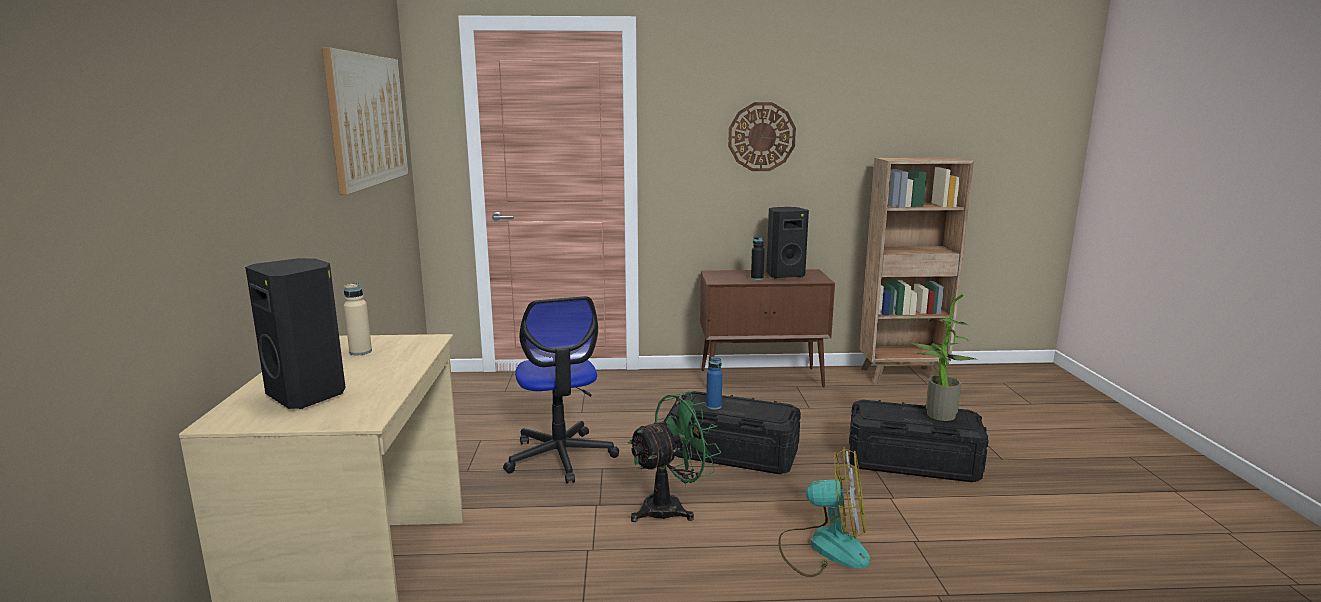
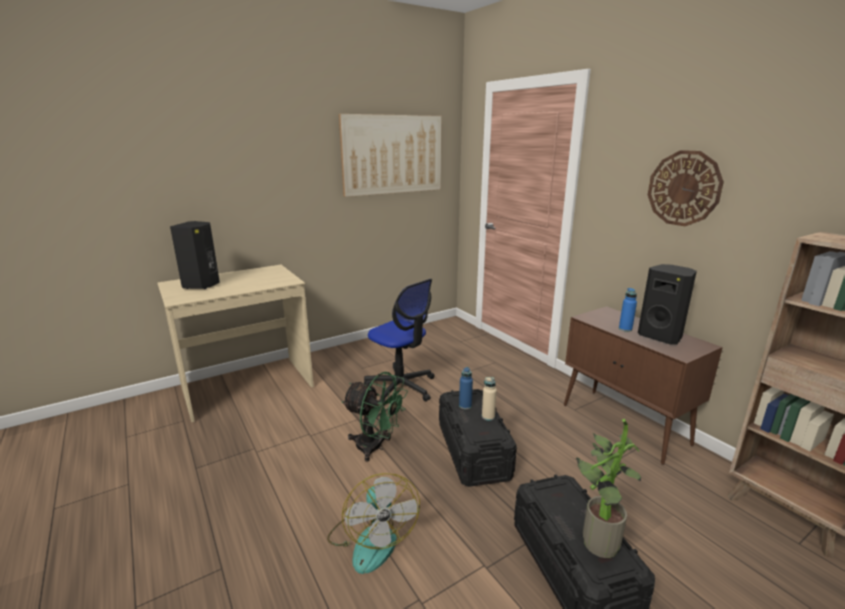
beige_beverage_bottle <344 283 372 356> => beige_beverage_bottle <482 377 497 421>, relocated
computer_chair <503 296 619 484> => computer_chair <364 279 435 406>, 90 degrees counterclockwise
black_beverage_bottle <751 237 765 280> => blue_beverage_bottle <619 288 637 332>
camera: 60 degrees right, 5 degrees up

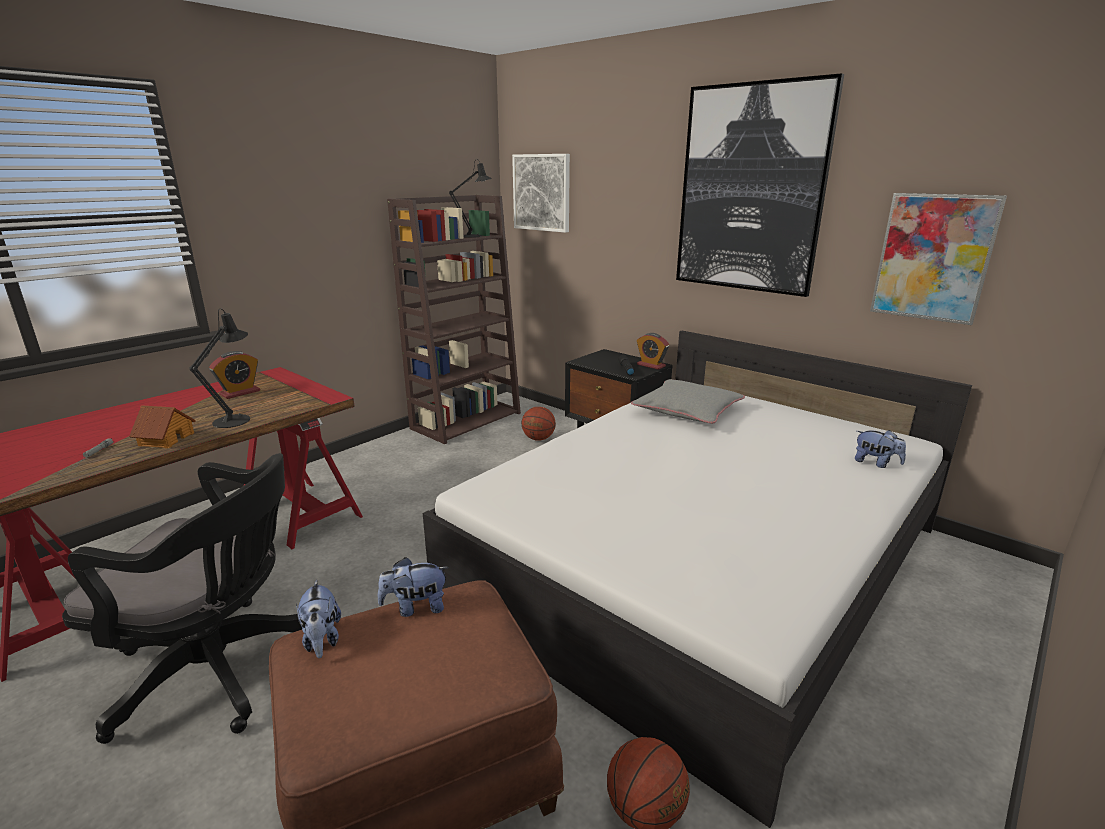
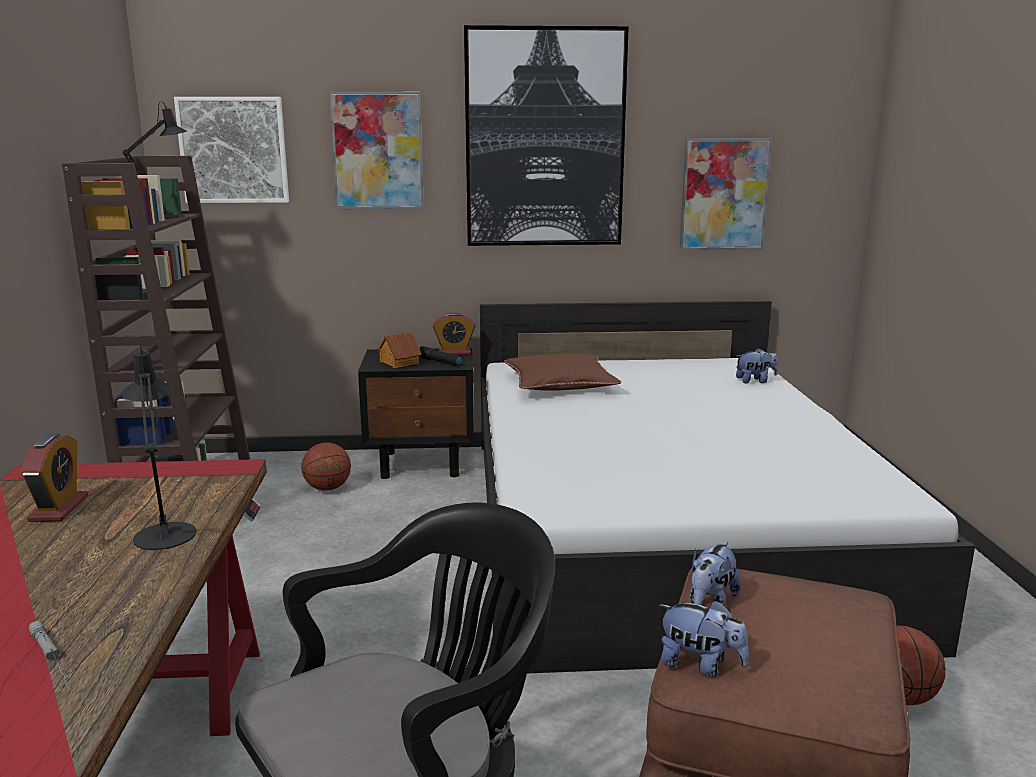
miniature_house <129 405 196 448> => miniature_house <377 332 422 368>, relocated
gray_pillow <631 379 745 423> => brown_pillow <504 354 621 391>
nothing => wall_picture <329 91 424 209>
camera: 45 degrees left, 5 degrees down

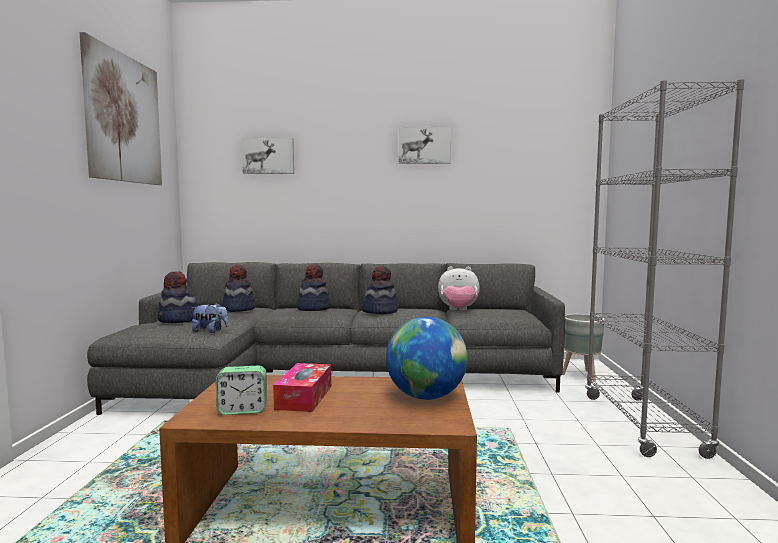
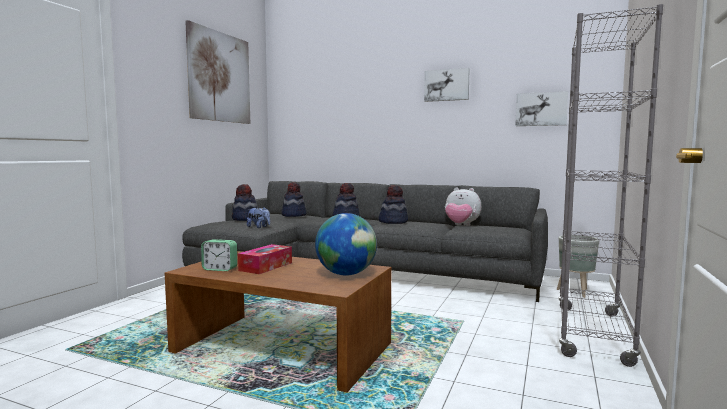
wall_picture <242 138 294 174> => wall_picture <515 91 568 126>, relocated
camera: 20 degrees right, 0 degrees up

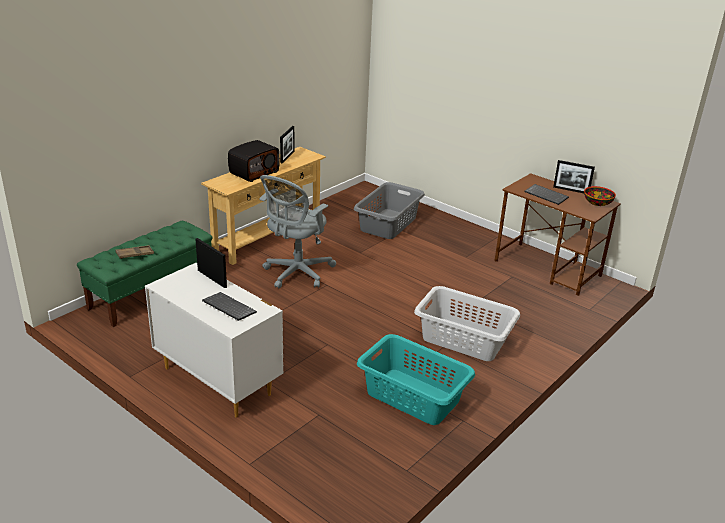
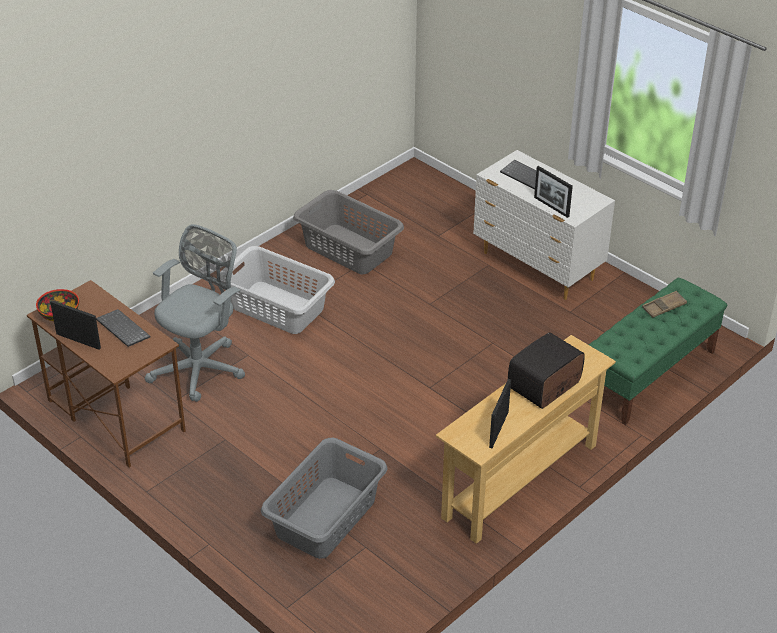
gray_computer_chair <259 175 336 289> => gray_computer_chair <145 224 245 402>, relocated
turquoise_washing_basket <357 334 475 425> => gray_washing_basket <293 190 404 274>
camera: 175 degrees left, 10 degrees up

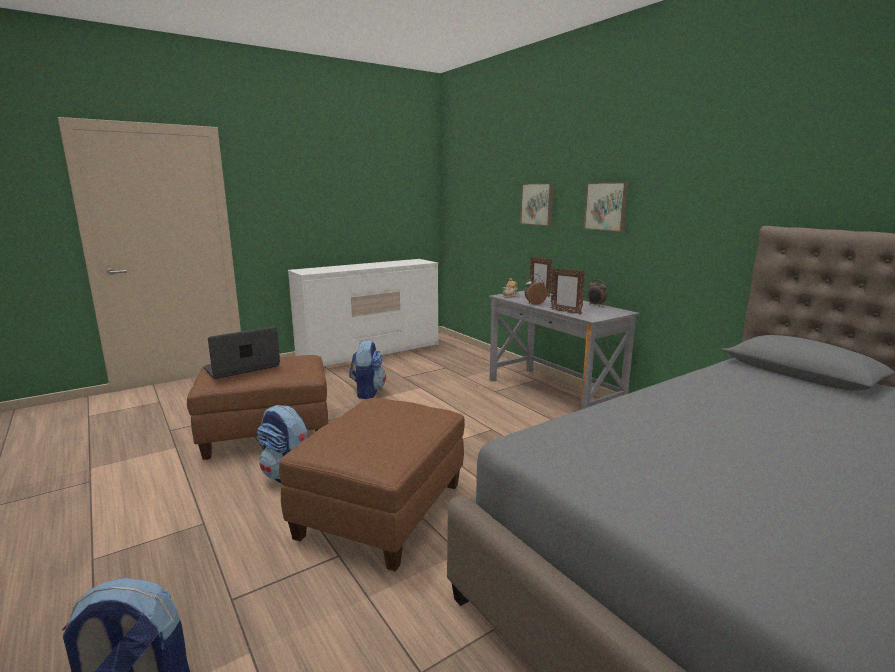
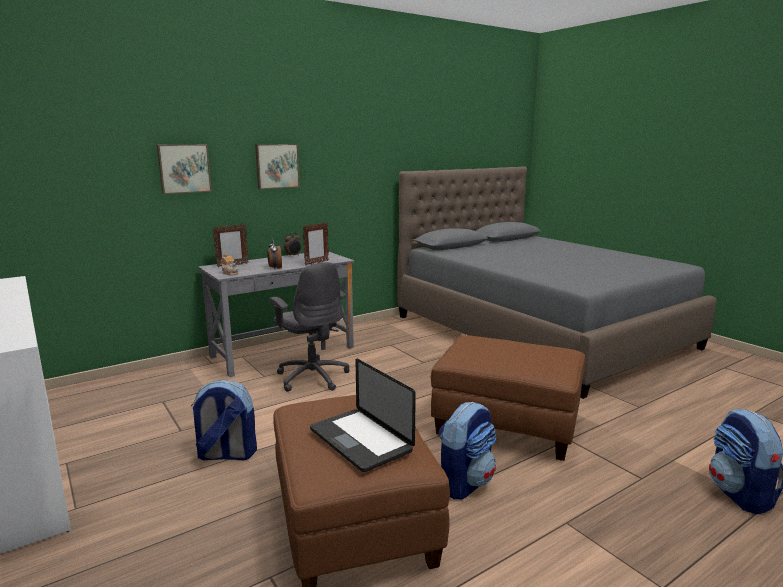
nothing => gray_computer_chair <269 262 350 392>
camera: 90 degrees left, 0 degrees up

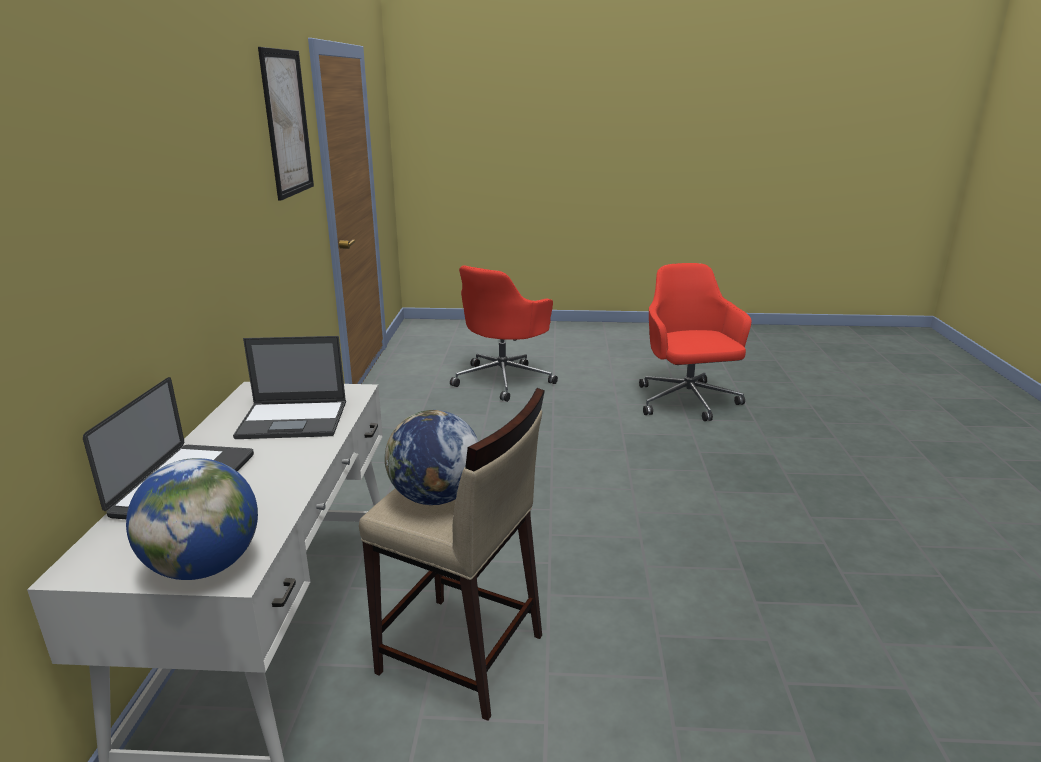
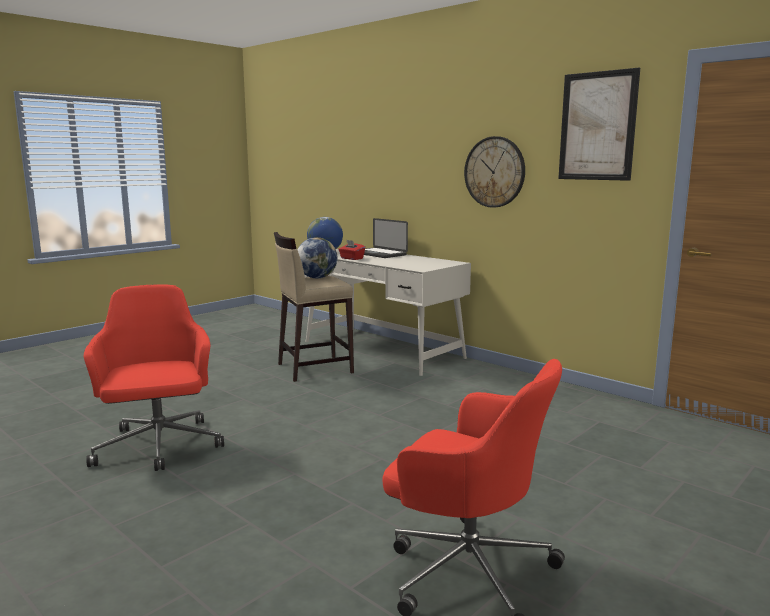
notebook_computer <233 336 346 439> => nothing
red_computer_chair <450 265 558 402> => red_computer_chair <84 284 224 471>, relocated
nothing => red_tissue_holder <338 240 365 260>
nothing => wall_clock <464 136 525 208>
camera: 130 degrees right, 10 degrees down

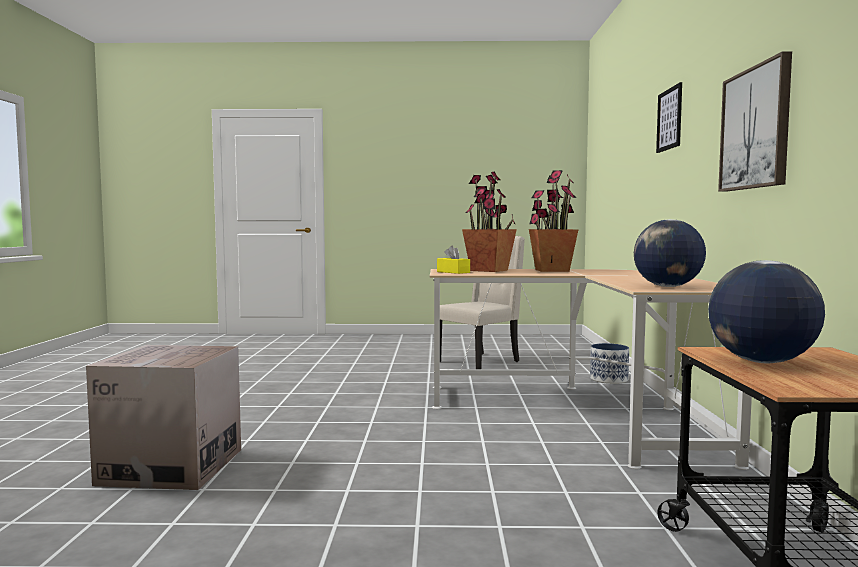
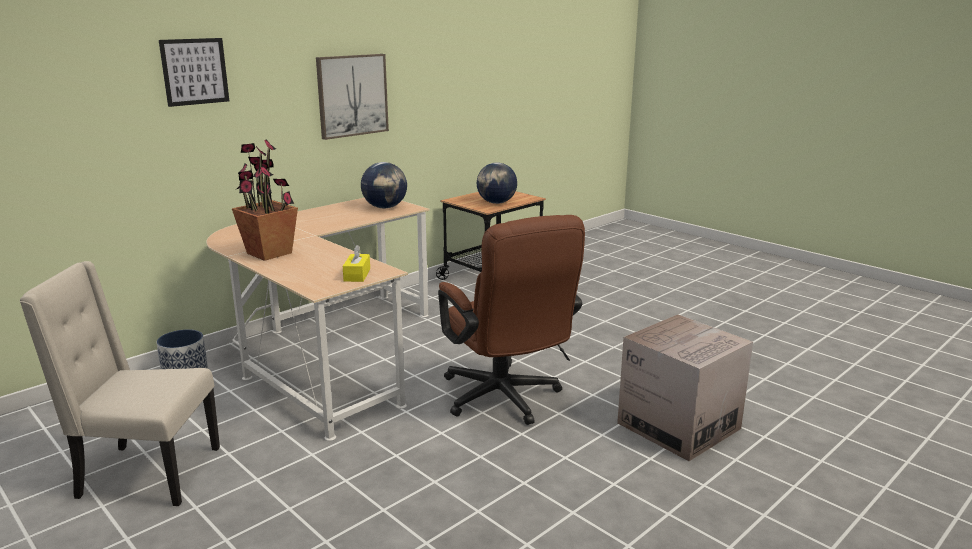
plant_in_a_pot <462 171 517 272> => nothing
nothing => brown_computer_chair <438 215 585 425>
camera: 135 degrees left, 15 degrees up

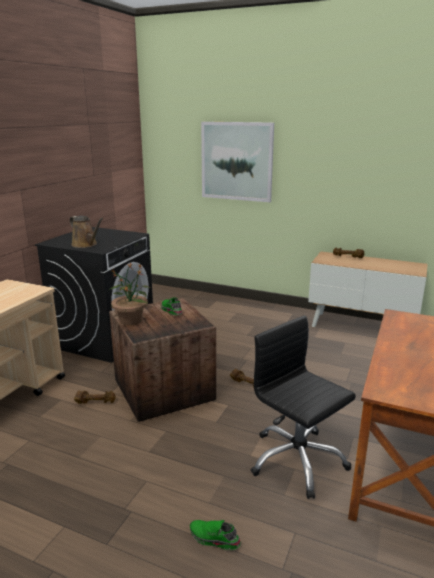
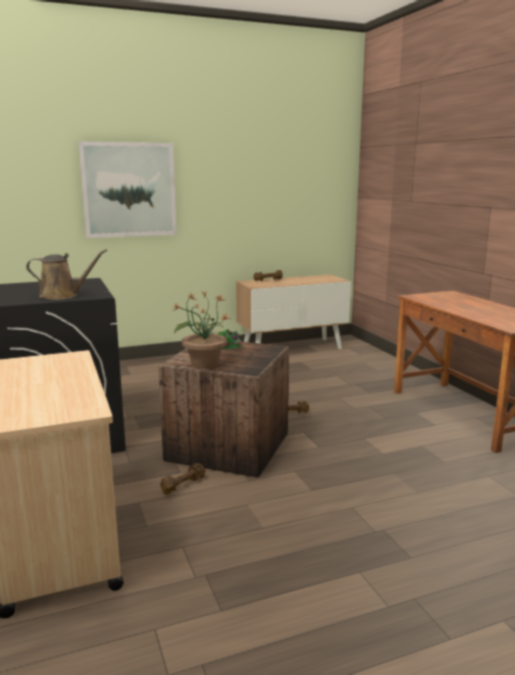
greenish_item_of_footwear <190 520 241 550> => nothing
black_computer_chair <251 315 356 499> => nothing
camera: 45 degrees left, 5 degrees down

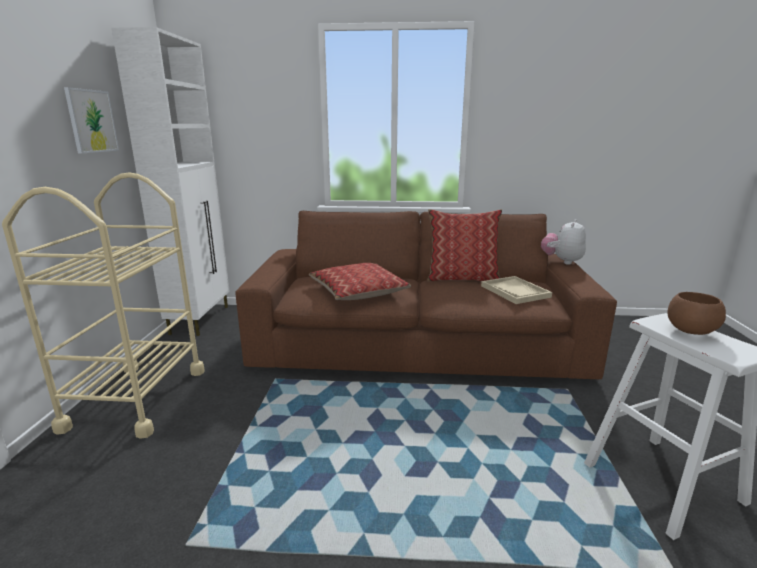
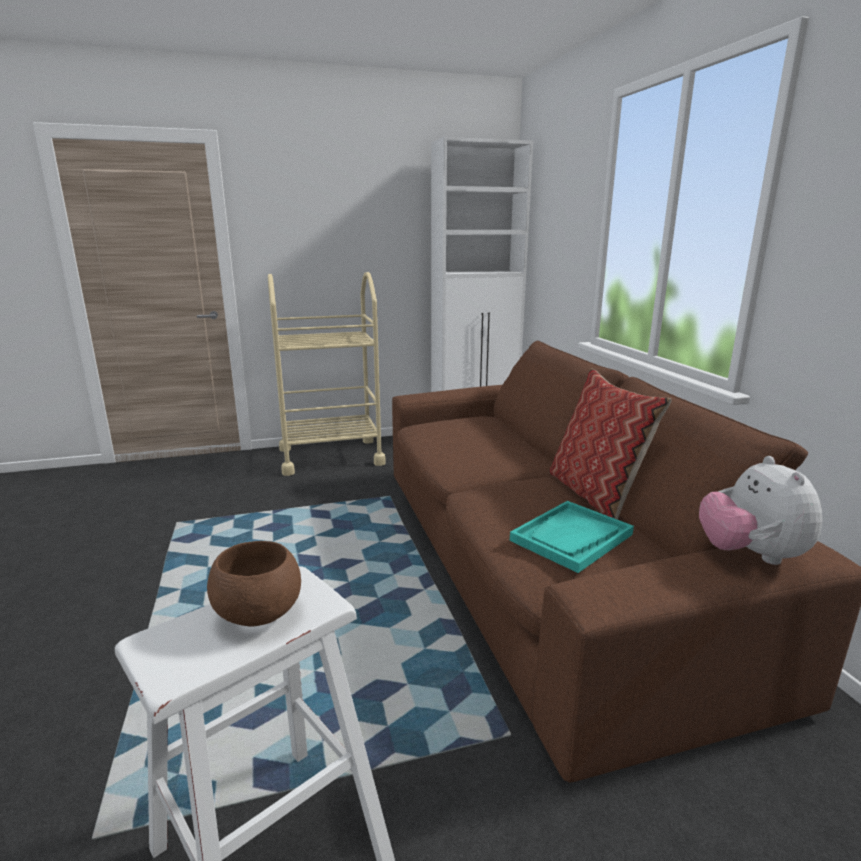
wall_picture <64 87 119 154> => nothing
pillow <309 263 411 300> => nothing
beige_serving_tray <481 276 552 304> => turquoise_serving_tray <510 501 634 573>
soft_toy <541 219 586 265> => soft_toy <699 456 822 565>, 105 degrees counterclockwise
camera: 70 degrees right, 0 degrees up

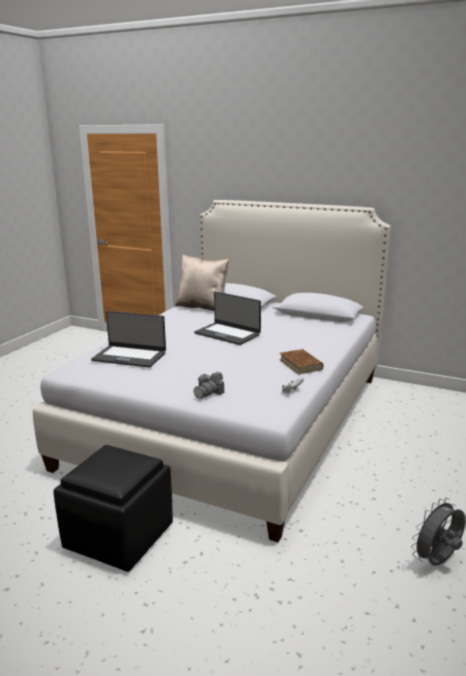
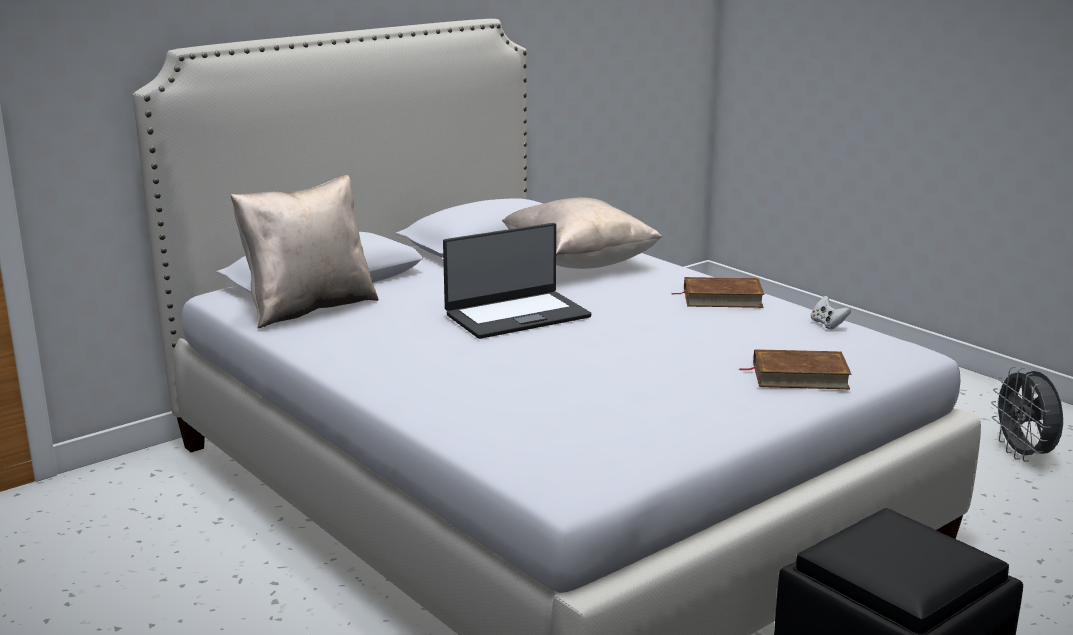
notebook_computer <91 311 166 368> => nothing
still_camera <194 372 224 399> => brown_bound_book <739 349 852 389>
nothing => beige_pillow <502 197 662 269>
camera: 65 degrees left, 0 degrees up

